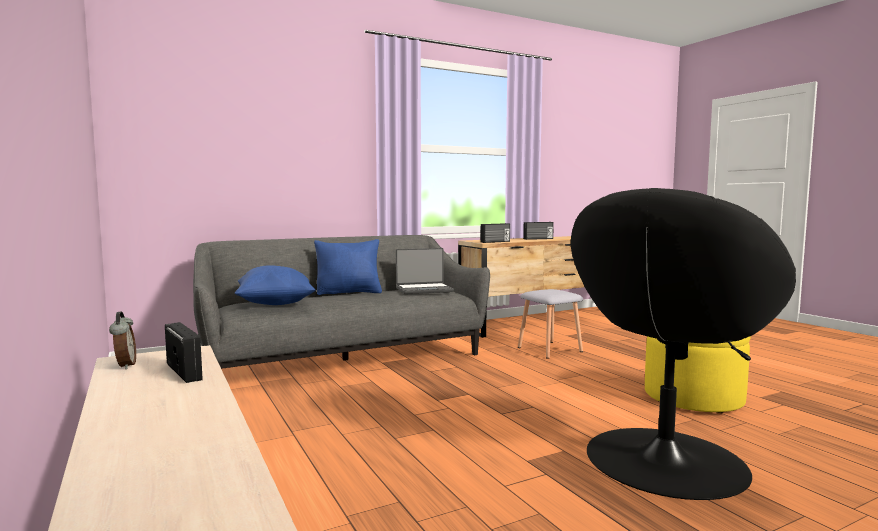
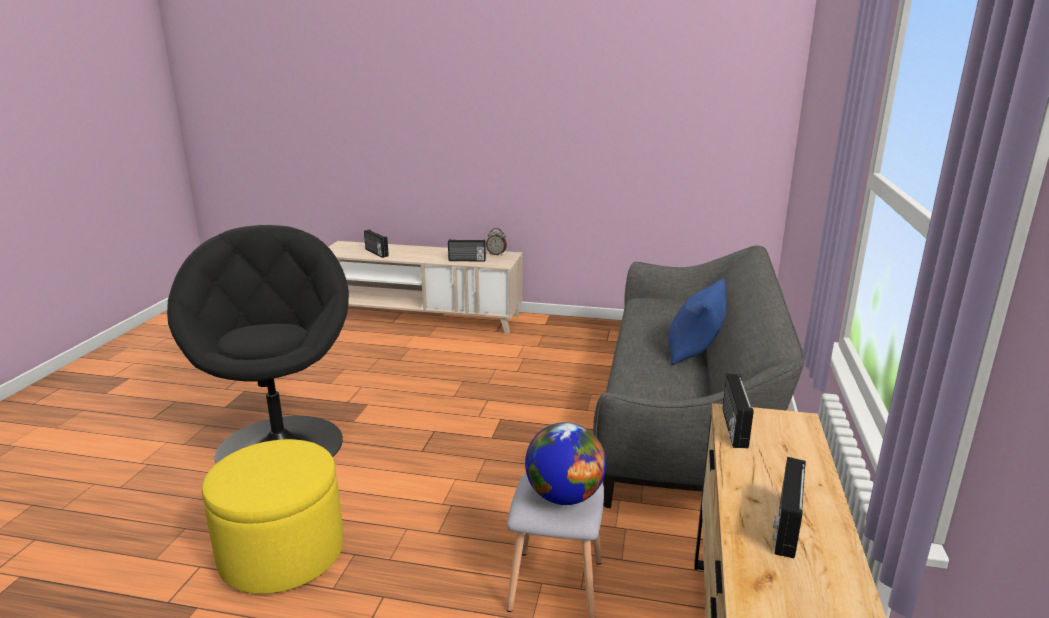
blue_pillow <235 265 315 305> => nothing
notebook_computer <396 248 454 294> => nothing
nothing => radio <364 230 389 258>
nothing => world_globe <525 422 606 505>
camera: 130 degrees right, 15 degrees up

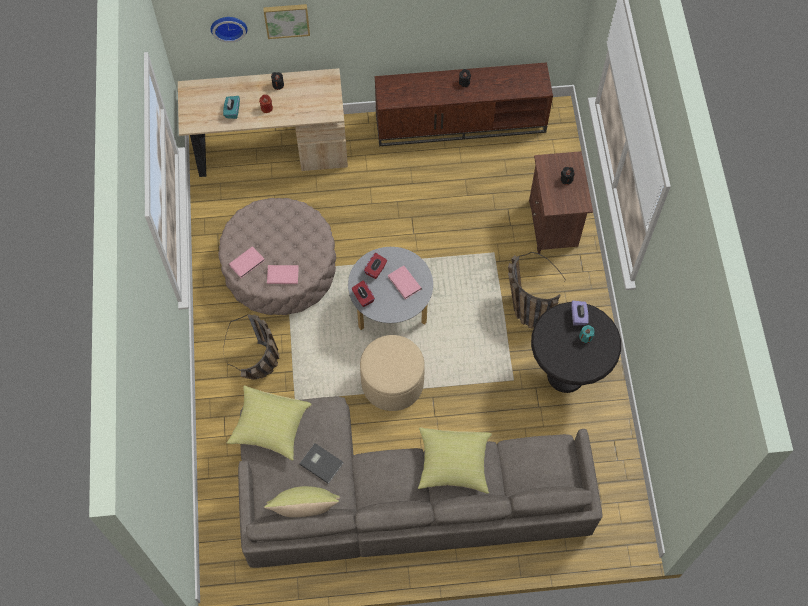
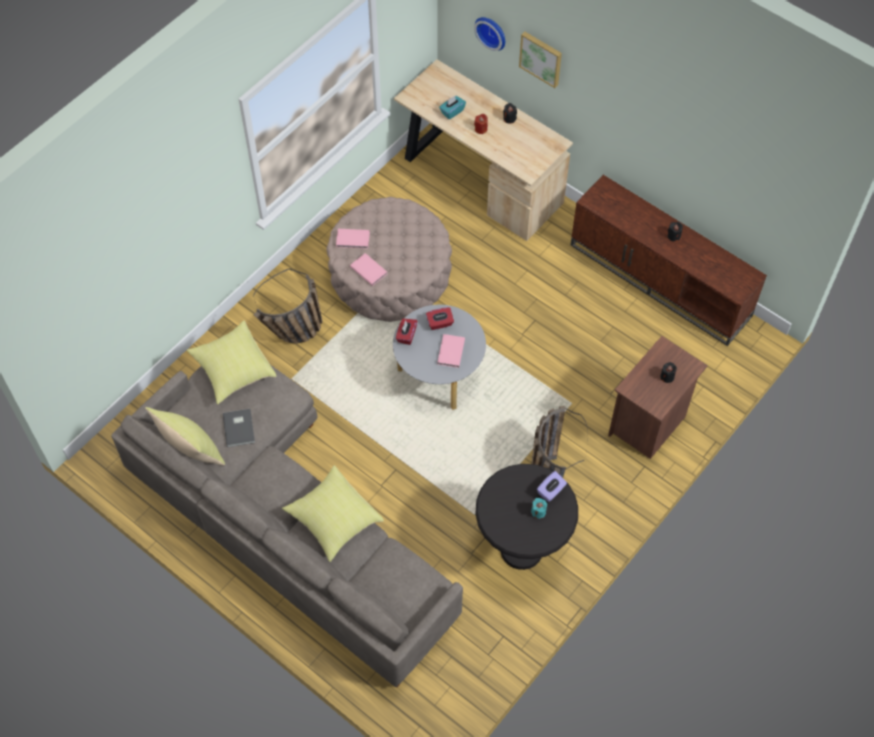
beige_ottoman <360 335 425 411> => nothing
camera: 45 degrees right, 5 degrees down

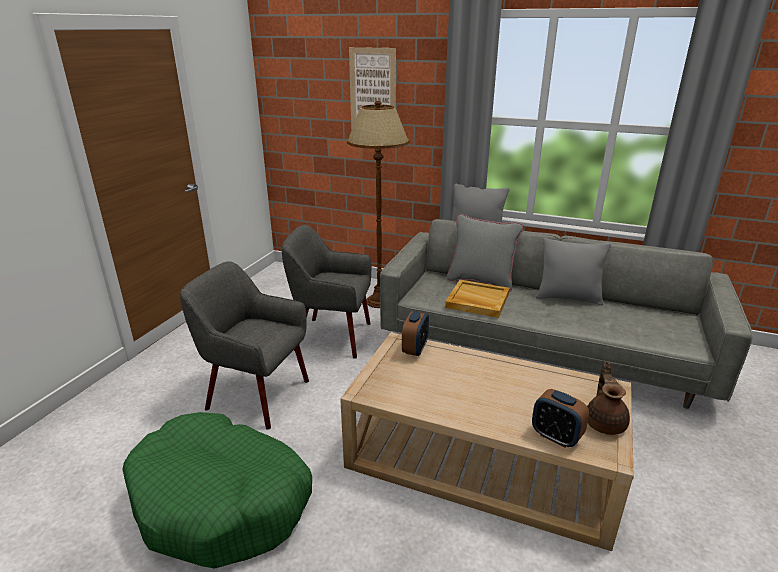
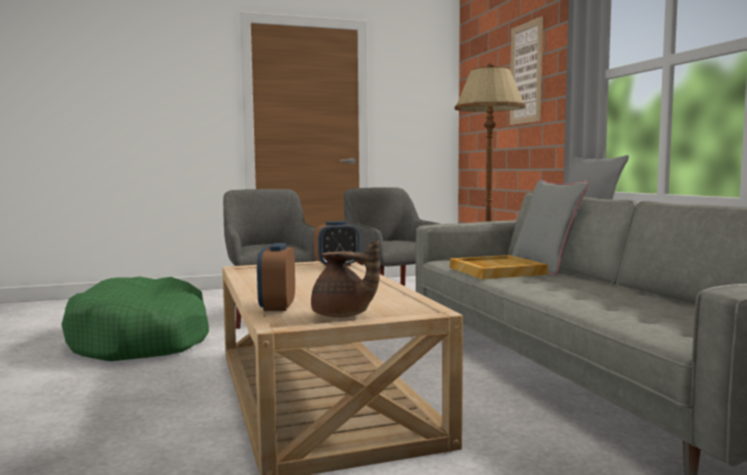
gray_pillow <536 238 611 305> => nothing
brown_teapot <587 361 630 435> => brown_teapot <311 240 380 318>, 60 degrees clockwise
camera: 50 degrees right, 20 degrees down

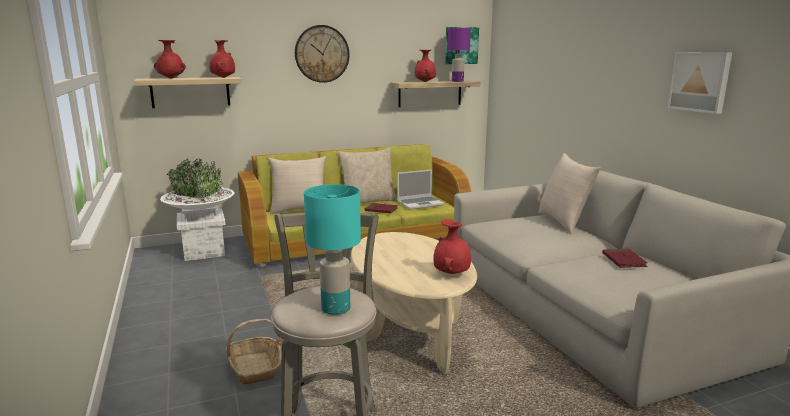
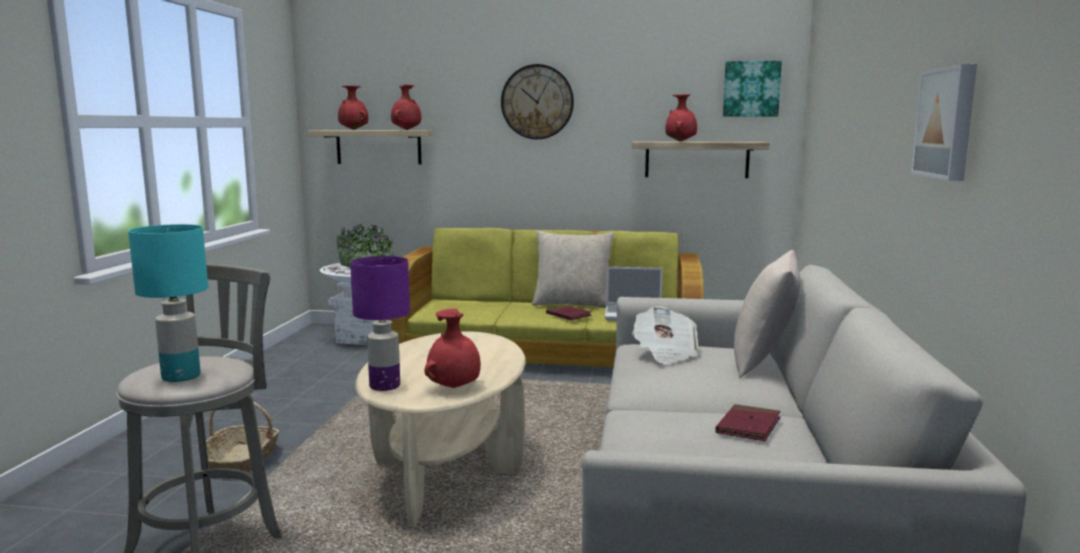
beige_pillow <267 156 326 214> => nothing
purple_tabletop_lamp <448 28 471 82> => purple_tabletop_lamp <350 256 410 391>, relocated
nothing => printed_paper <632 306 698 364>
camera: 30 degrees right, 5 degrees down

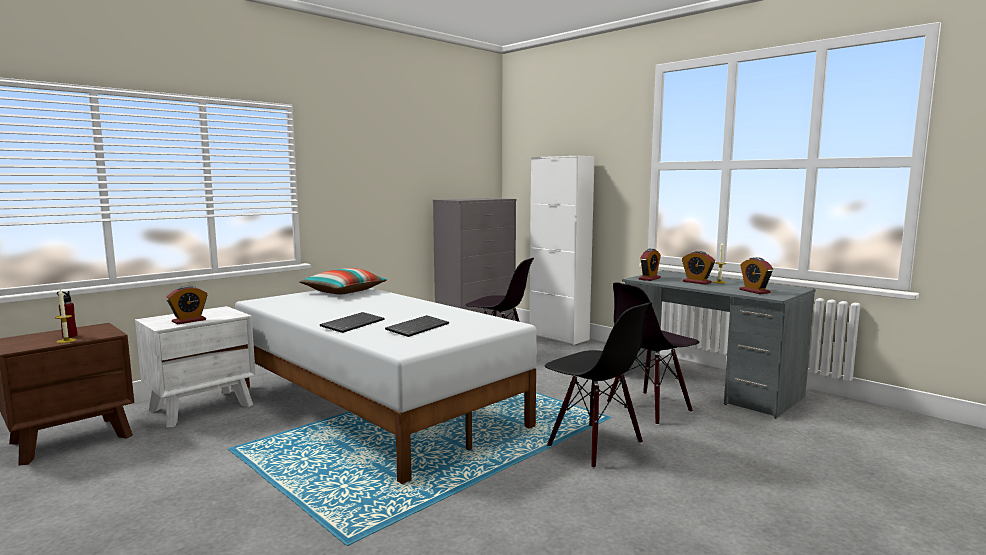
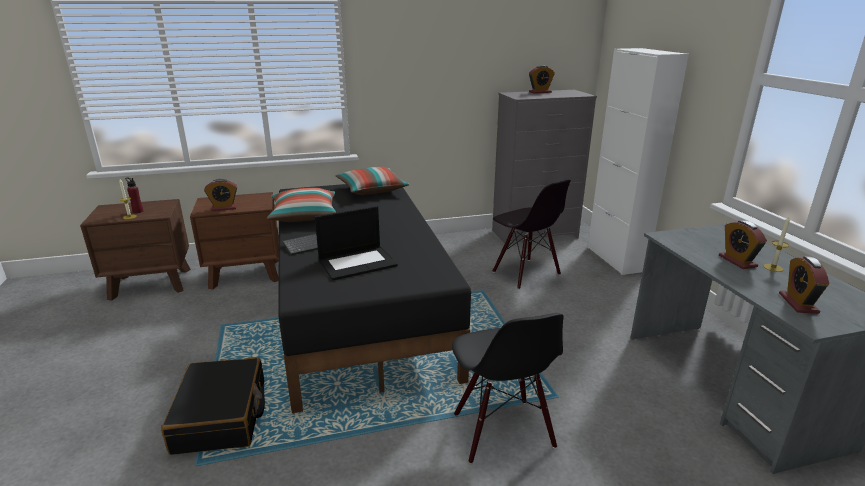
white_bedside_table <135 306 256 427> => brown_bedside_table <190 192 279 290>
white_bed <235 288 537 484> => black_bed <278 184 471 413>
PC_keyboard <385 315 449 337> => notebook_computer <315 206 398 280>
black_plain_chair <607 283 699 425> => nothing
bedside_clock <639 249 661 281> => bedside_clock <529 65 555 94>, relocated
nothing => black_piece_of_luggage <161 357 265 455>
nothing => pillow <267 188 336 222>
camera: 30 degrees right, 15 degrees up

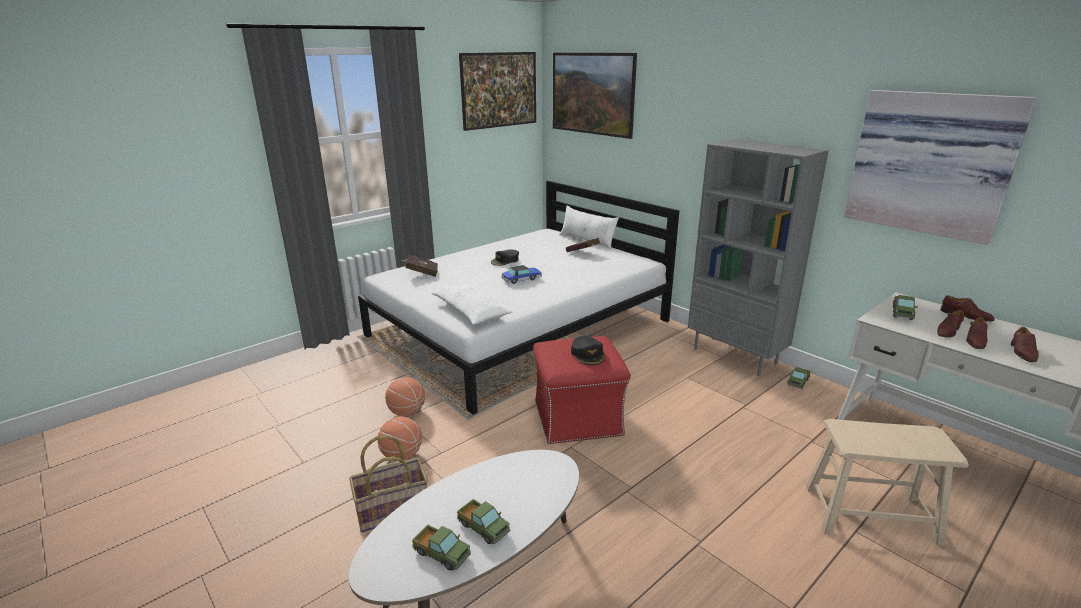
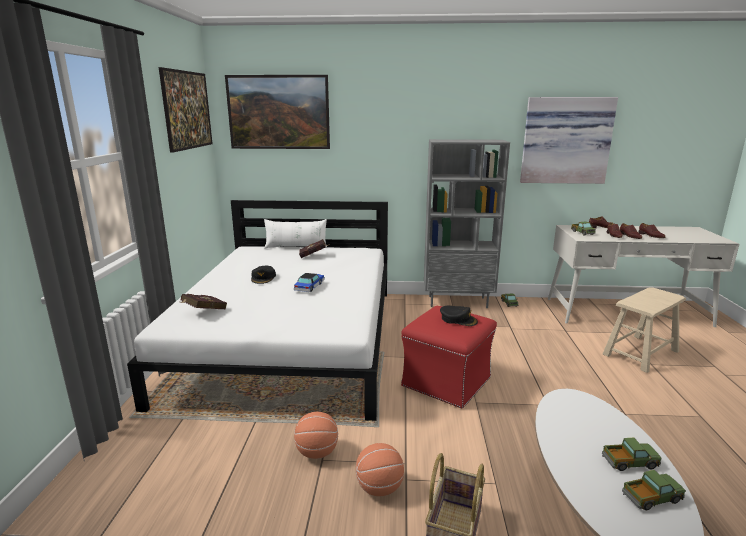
white_pillow <431 283 512 325> => nothing
camera: 45 degrees left, 5 degrees down

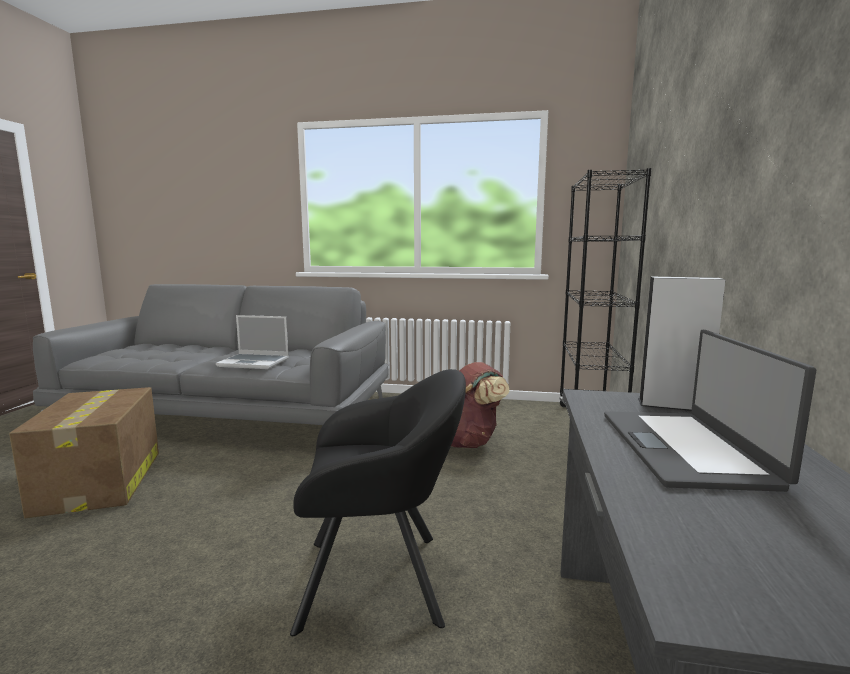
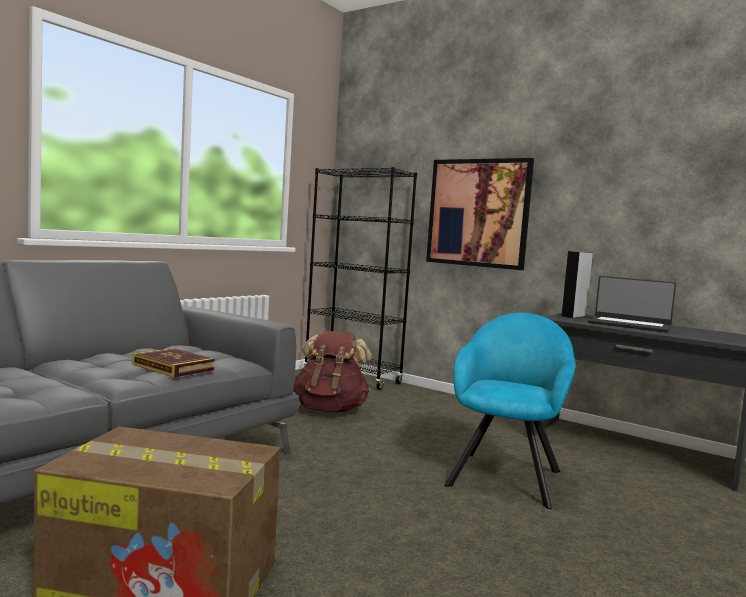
notebook_computer <216 315 289 369> => bound_book <133 348 215 377>
black_lounge_chair <290 369 466 636> => turquoise_lounge_chair <444 313 575 509>
nothing => wall_picture <426 158 534 270>
camera: 65 degrees left, 5 degrees down

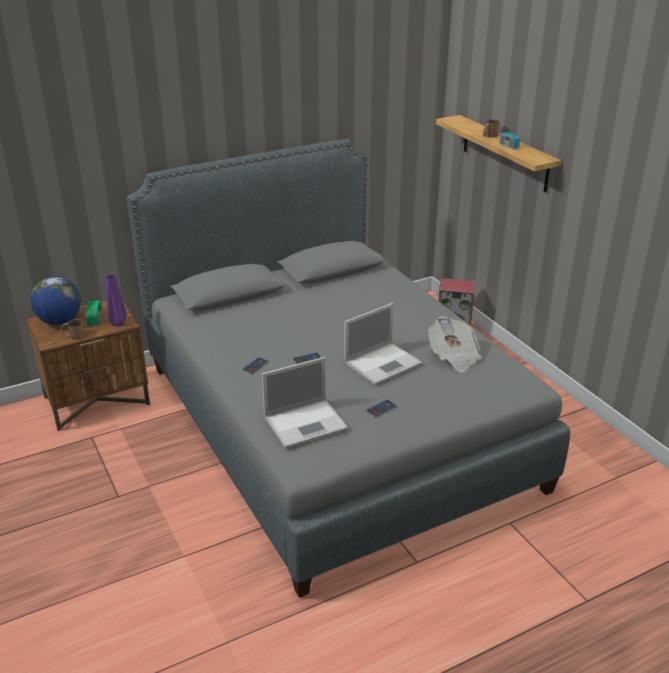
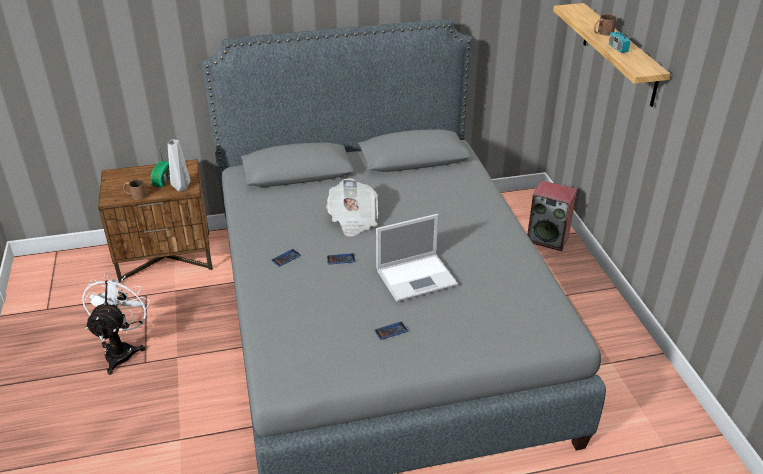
world_globe <30 277 81 325> => nothing
purple_decorative_vase <104 275 127 327> => gray_decorative_vase <167 139 190 191>
notebook_computer <262 357 348 448> => nothing
printed_paper <428 316 482 372> => printed_paper <326 178 378 237>, relocated
nothing => white_electric_fan <82 273 150 375>
camera: 15 degrees right, 5 degrees up

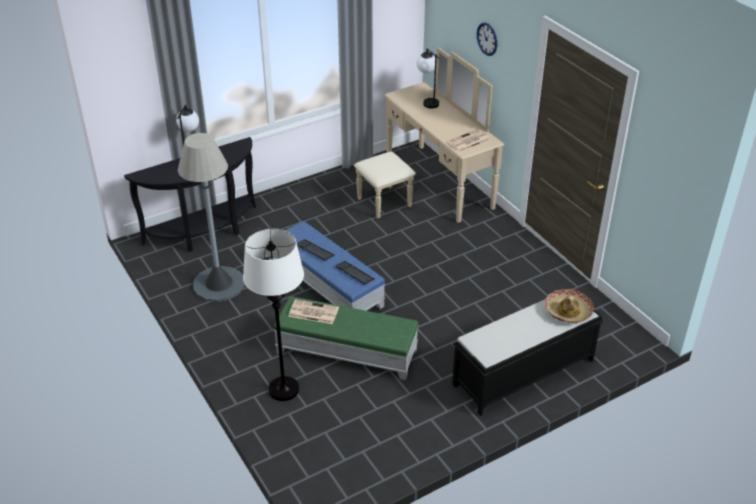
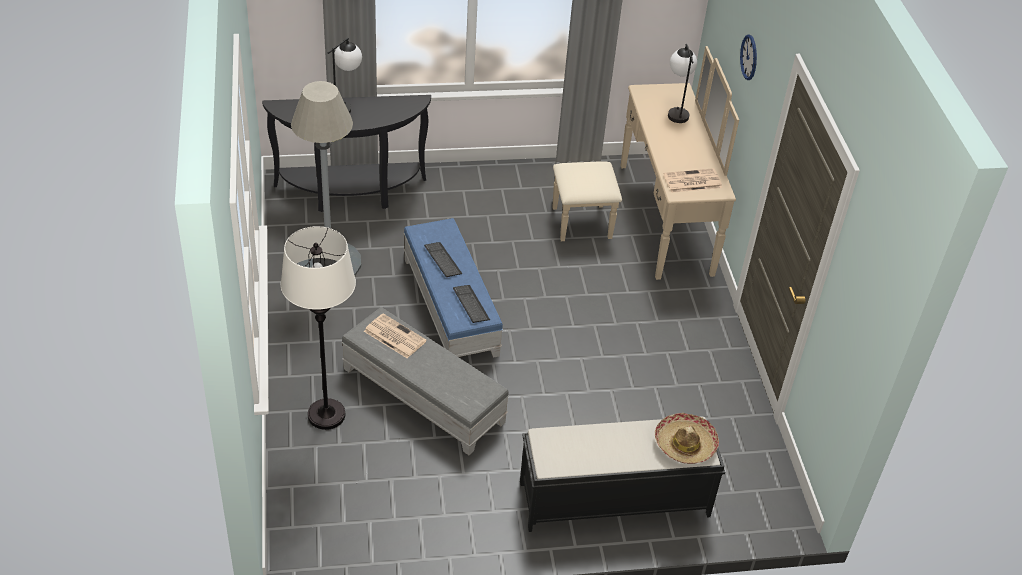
greenish_ottoman <274 296 419 380> => gray_ottoman <341 307 509 455>
camera: 20 degrees right, 5 degrees up

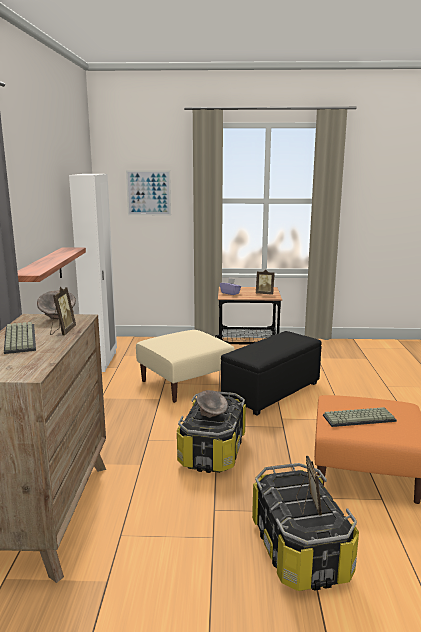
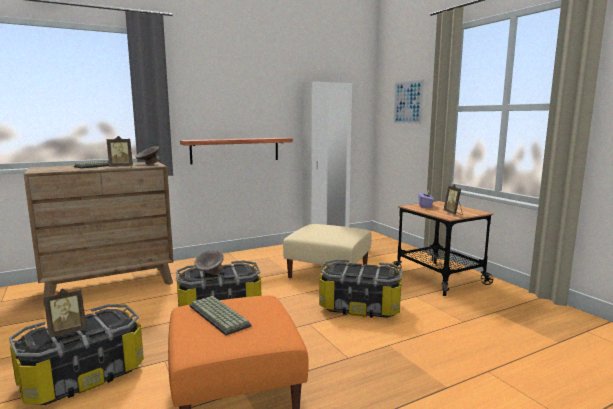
black_ottoman <221 331 322 416> => storage_container <319 259 402 318>
camera: 60 degrees right, 5 degrees down

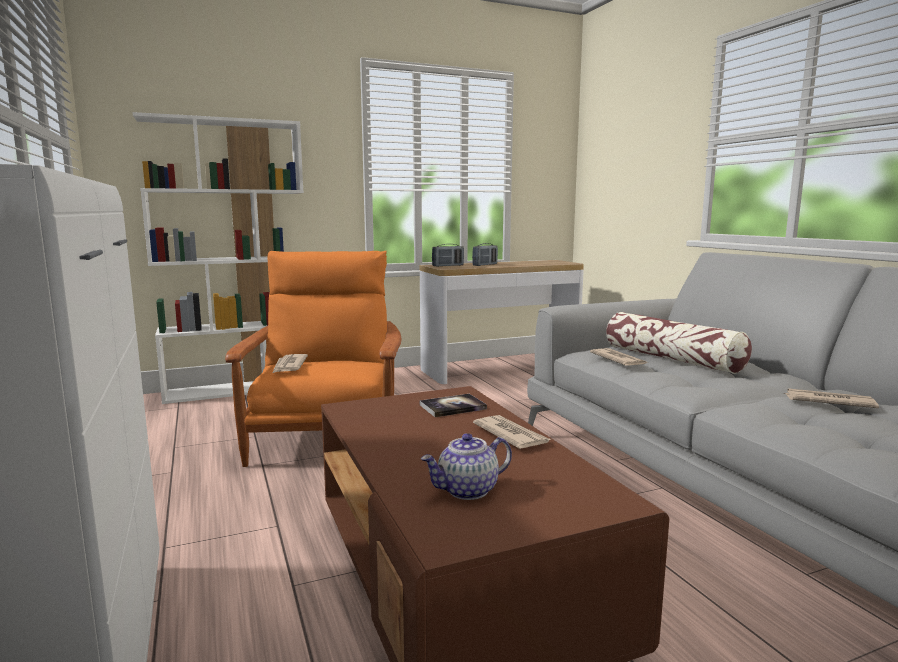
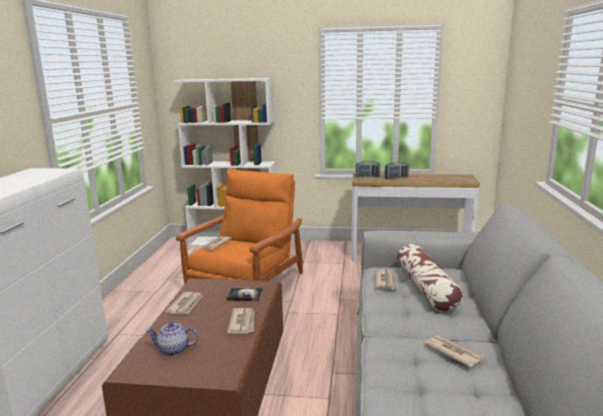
nothing => printed_paper <165 292 203 315>
camera: 30 degrees right, 5 degrees up

